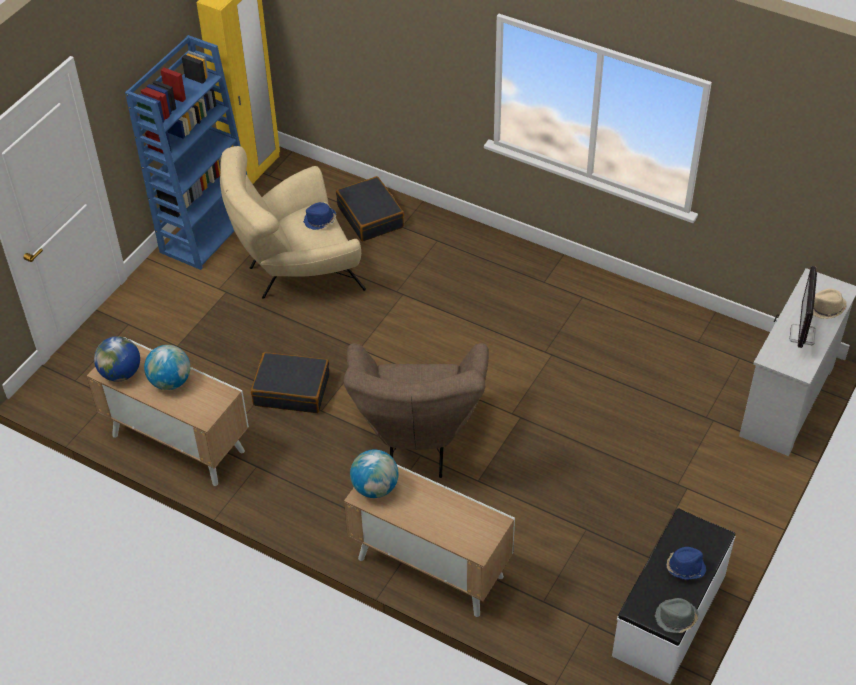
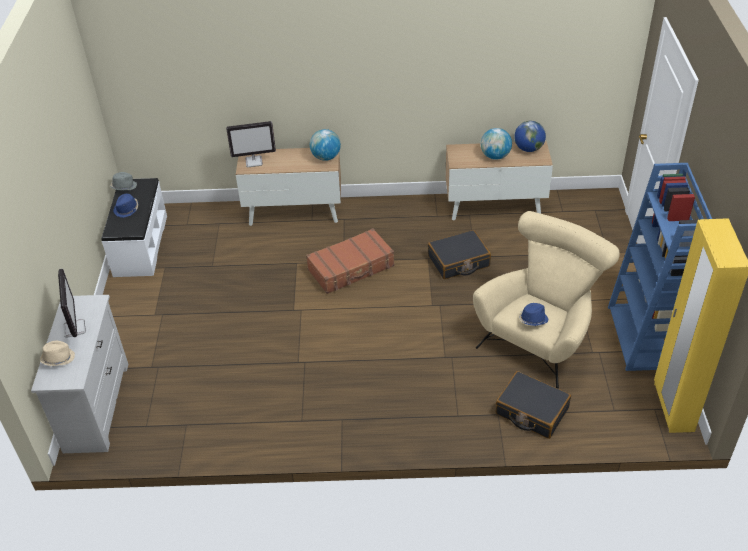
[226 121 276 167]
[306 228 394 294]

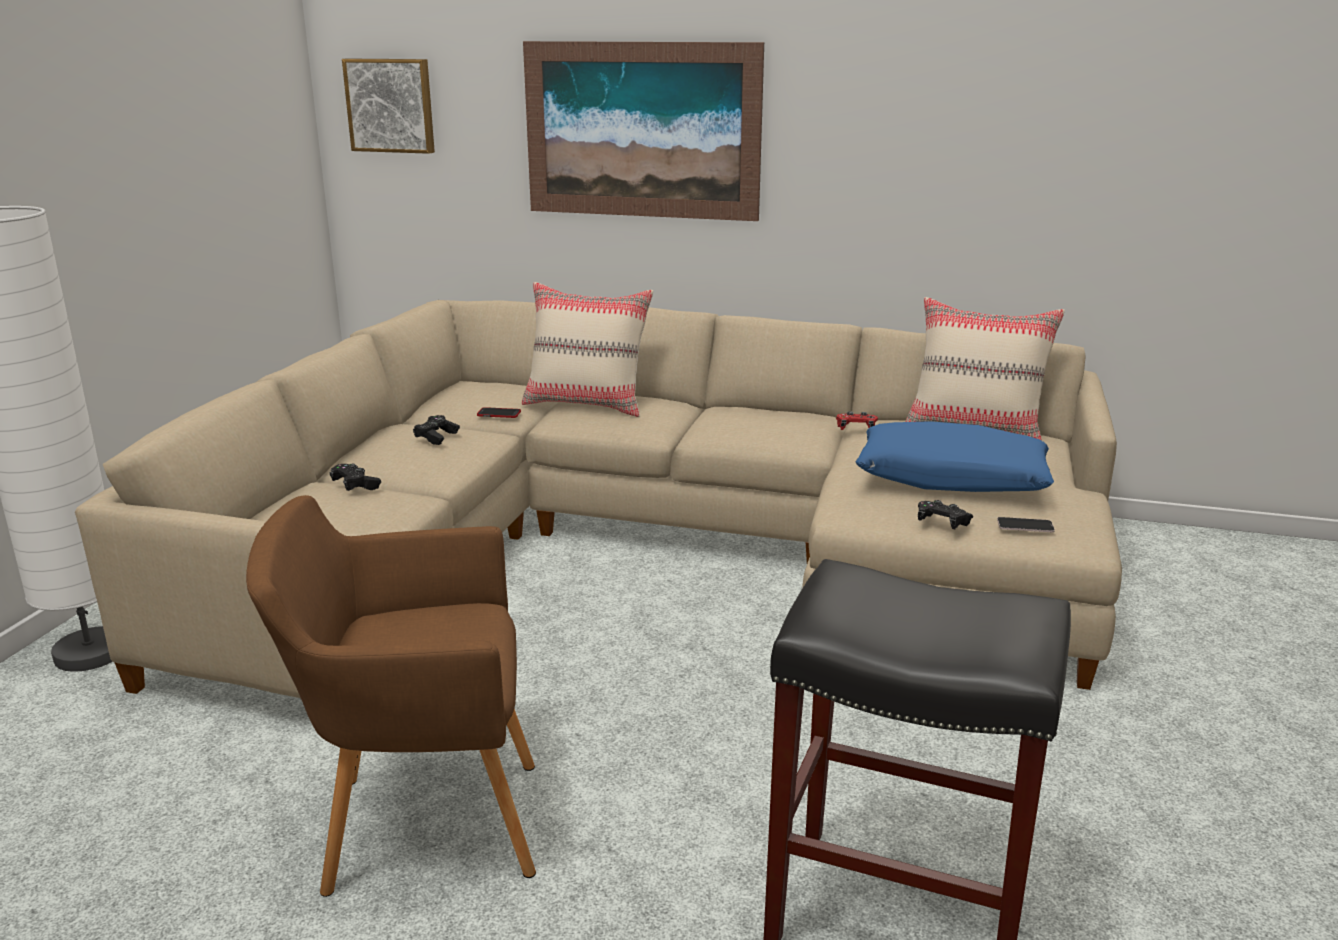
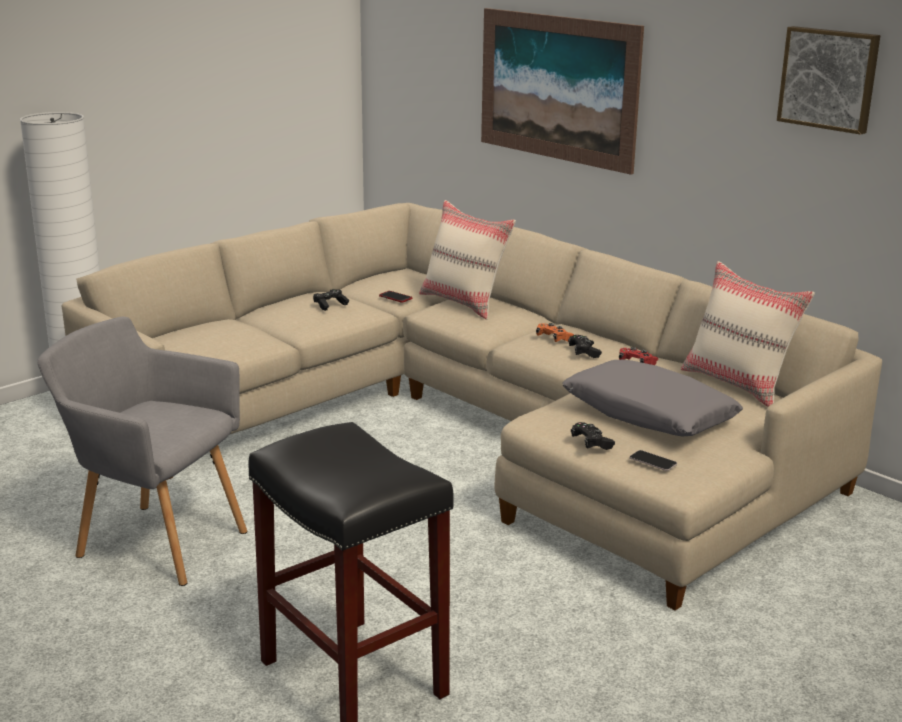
[536 323 574 342]
[568 335 602 358]
[777 26 881 135]
[38 317 247 586]
[563 360 743 437]

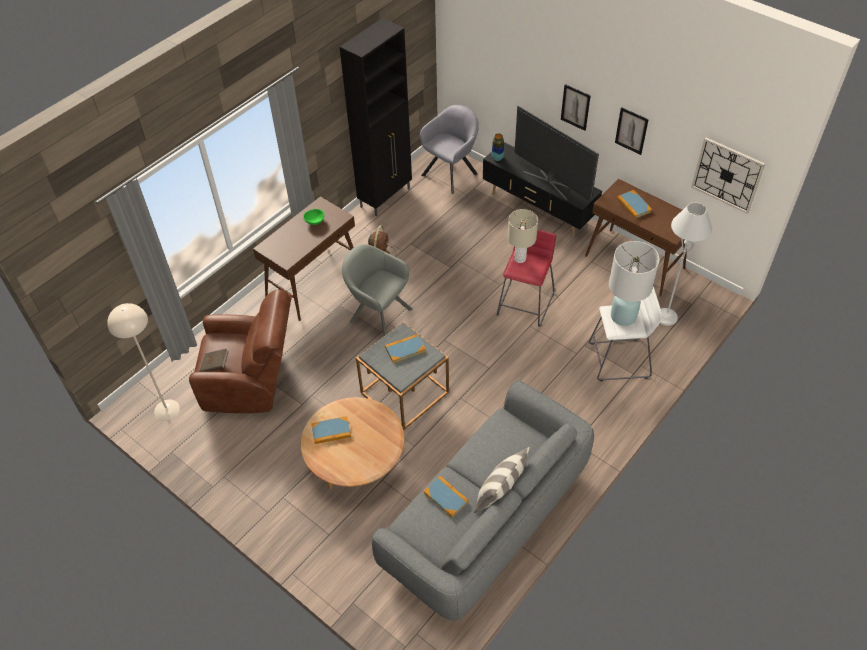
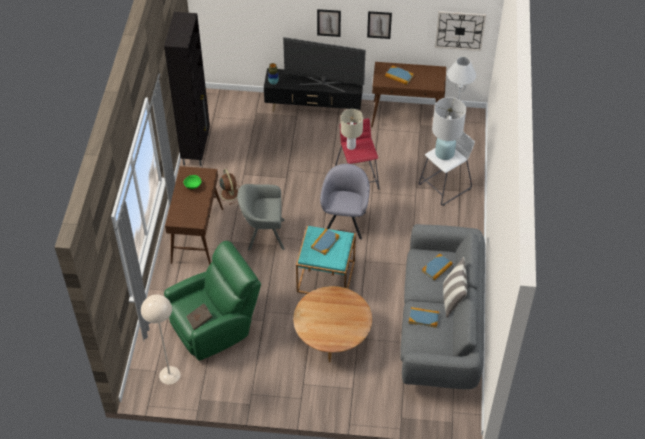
[422 253 452 280]
[320 164 370 240]
[164 241 261 361]
[296 226 356 294]

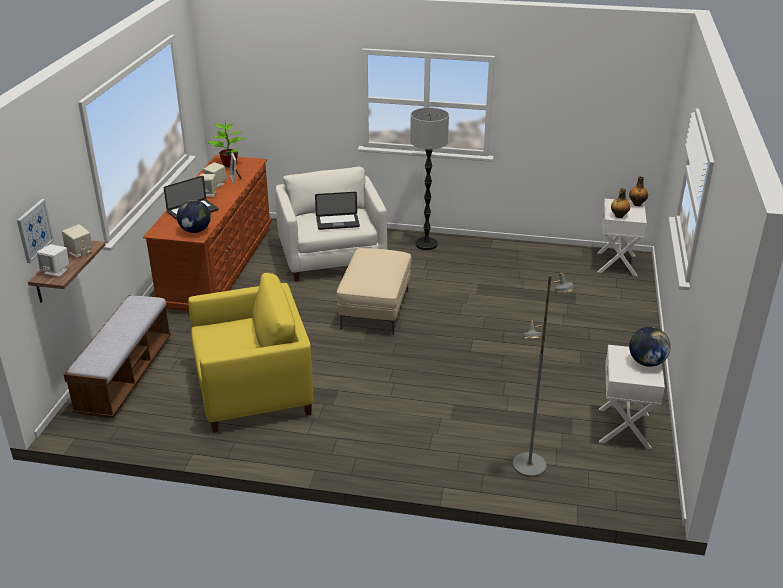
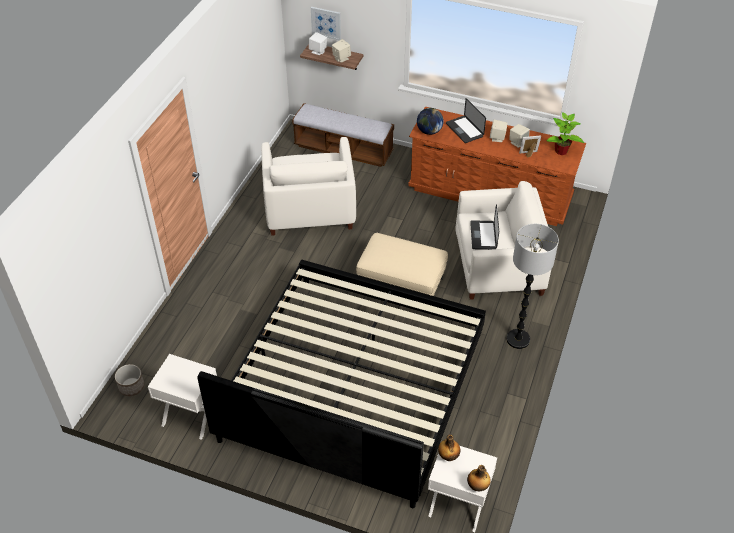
[513 272 575 477] (first image)
[629 327 671 367] (first image)
[115 364 144 396]
[197 260 486 508]
[261 137 356 236]

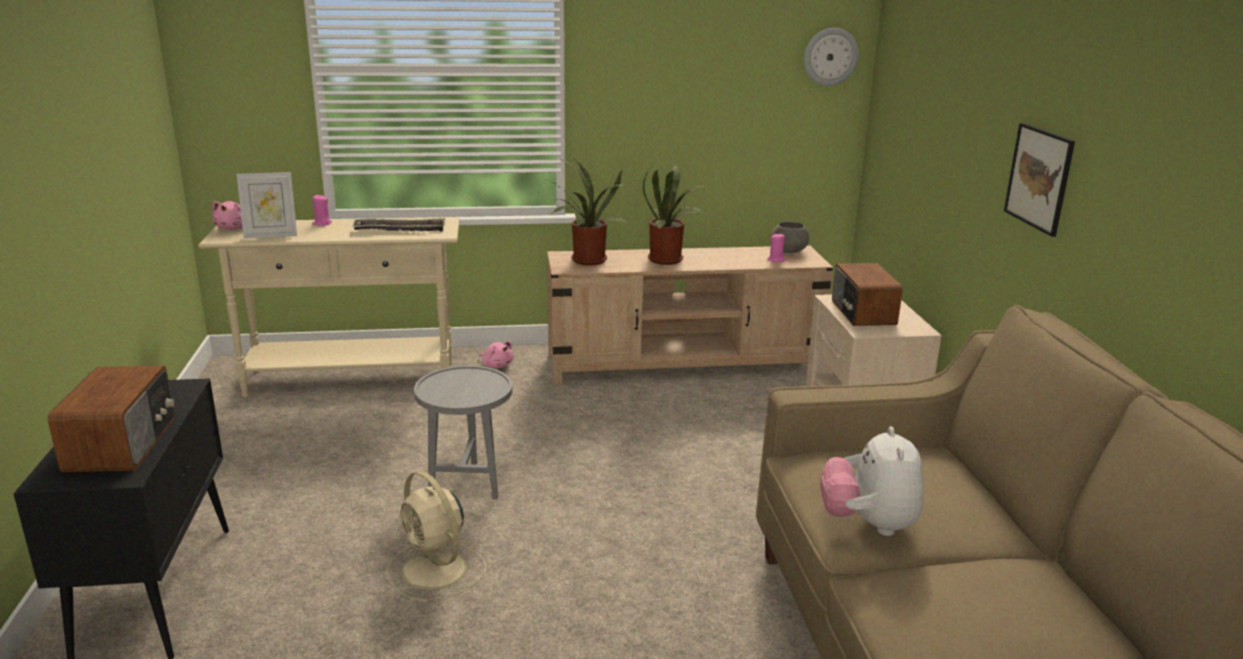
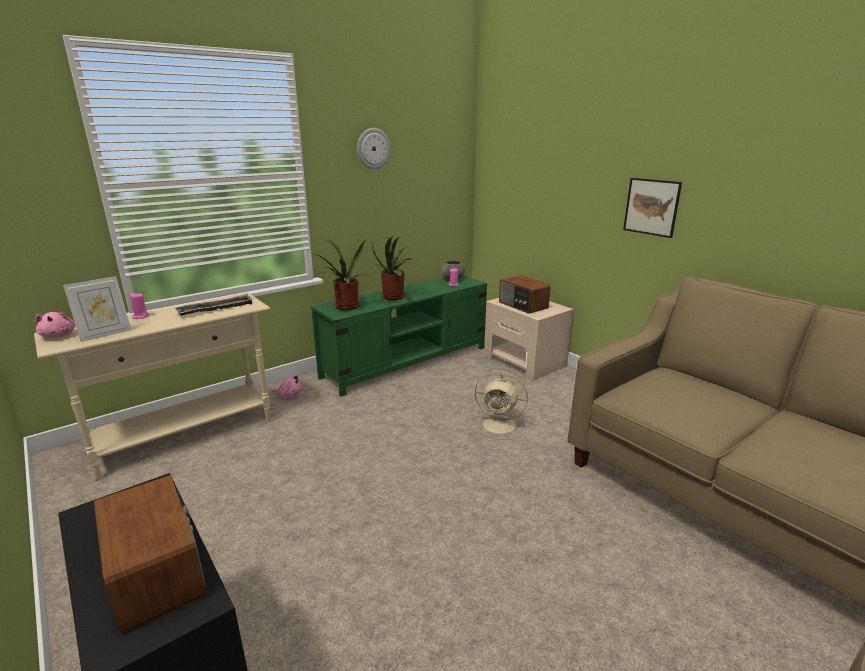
[414 366 513 499] (first image)
[820 427 924 536] (first image)
[473 371 528 440]
[357 128 391 169]
[311 275 487 397]

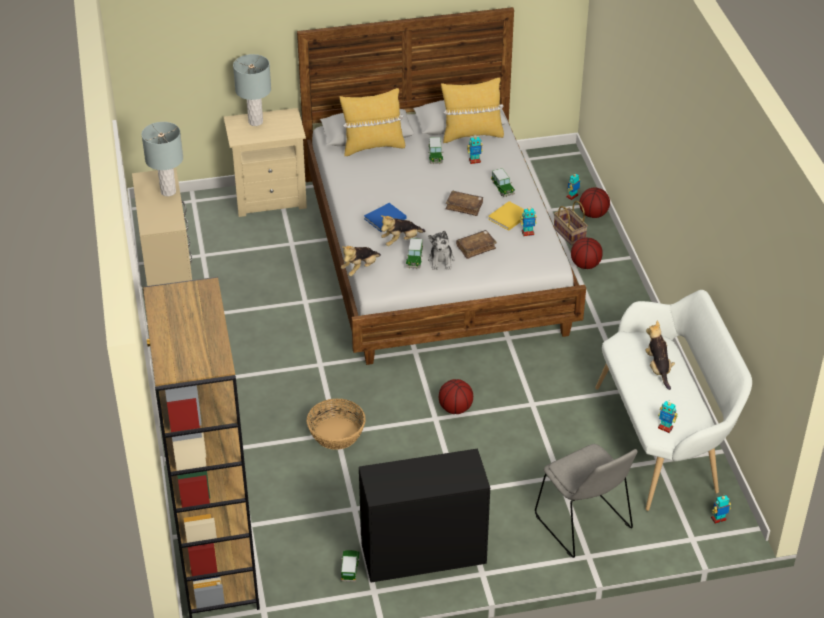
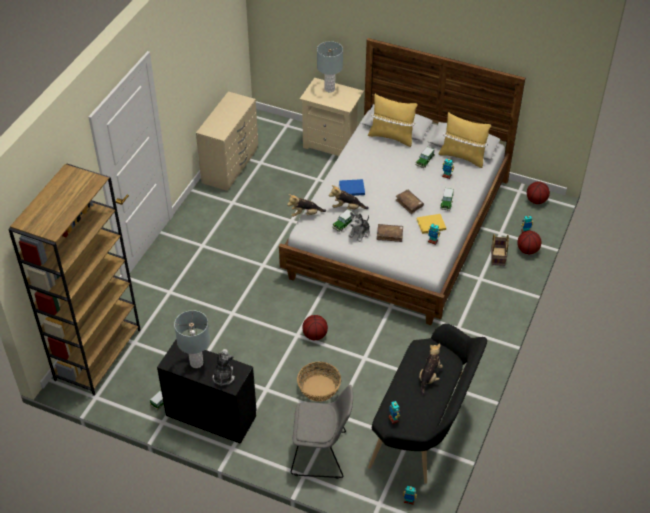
[212 349 235 386]
[174 310 210 368]
[297 362 341 402]
[527 182 550 204]
[368 323 487 484]
[291 385 353 479]

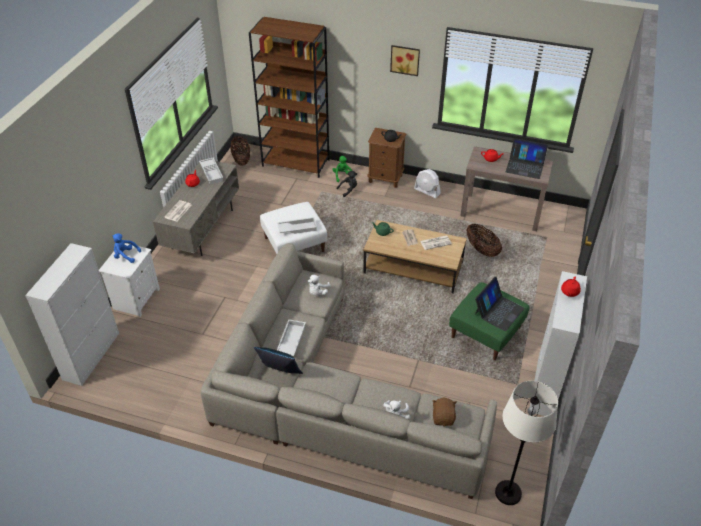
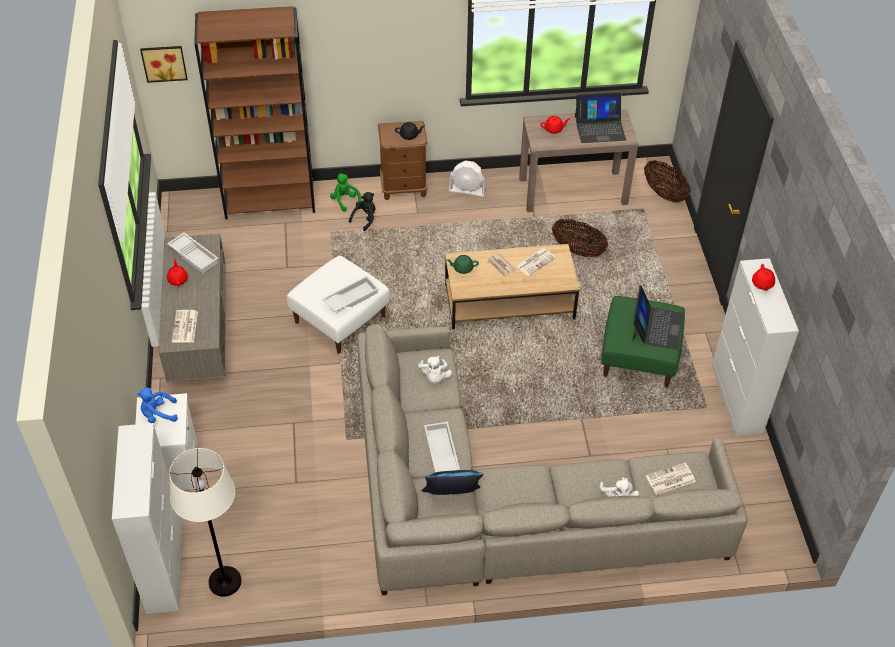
[644 160 690 202]
[140 46 188 83]
[169 448 242 597]
[646 463 696 495]

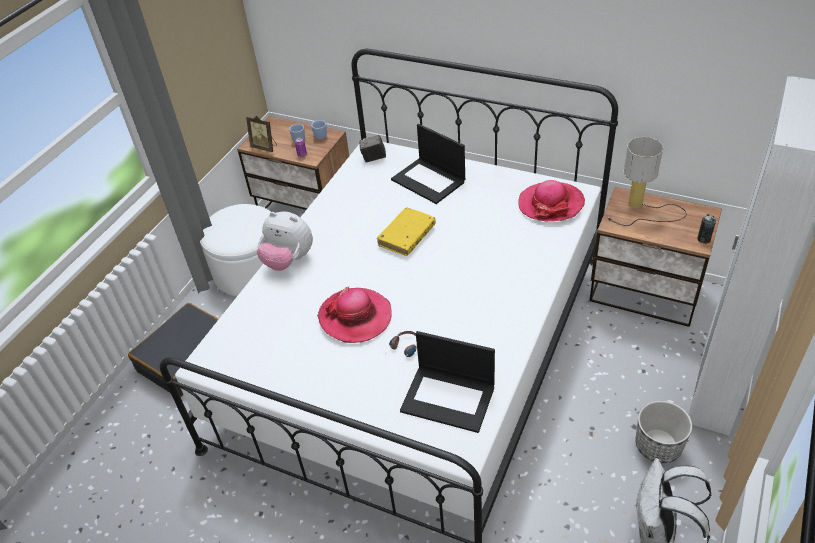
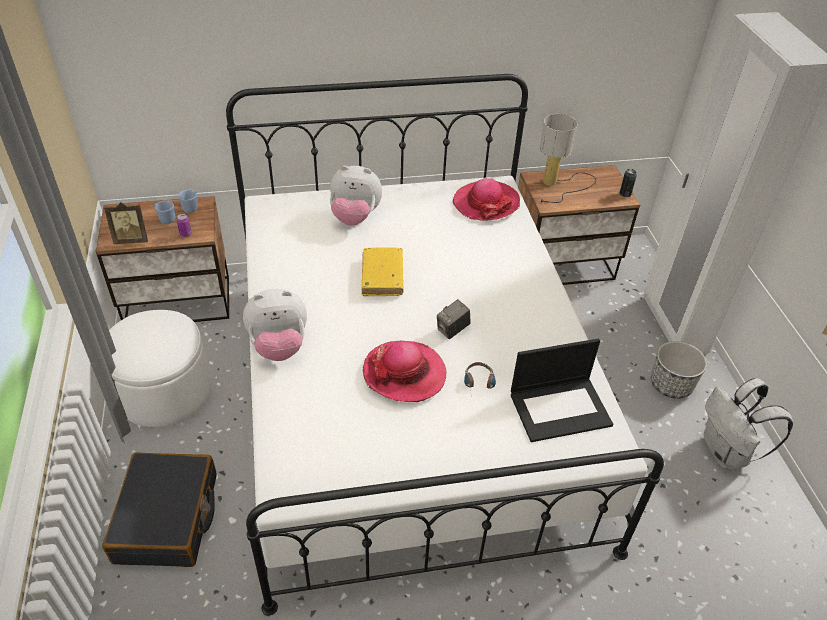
[437 299 471 339]
[330 165 382 225]

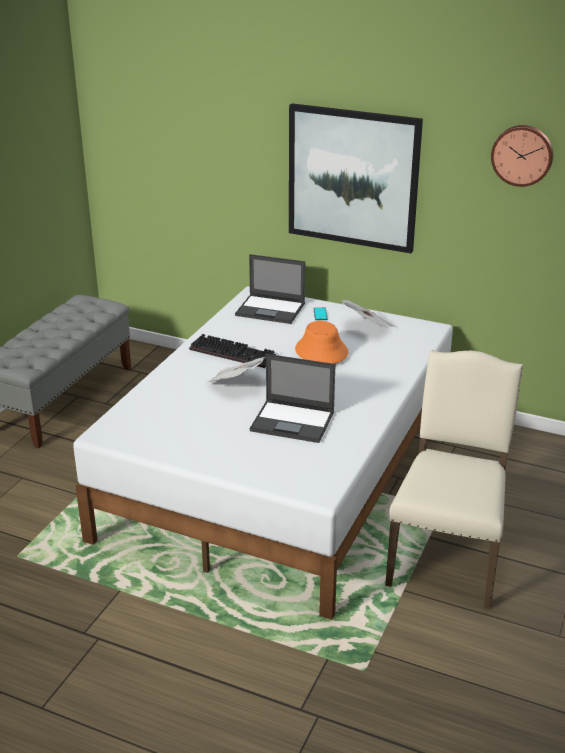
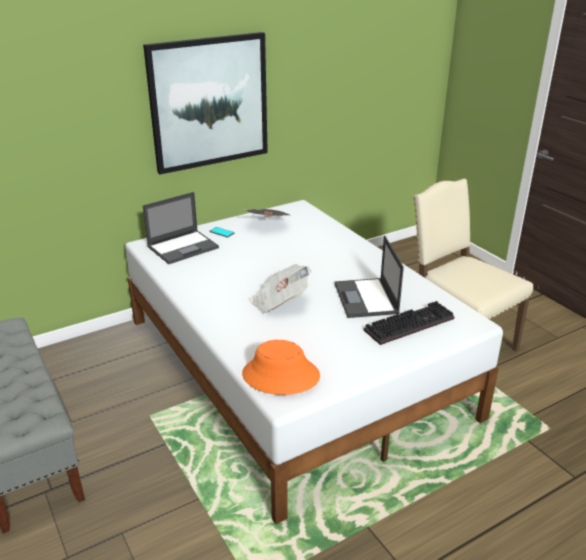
[491 125 553 187] (first image)
[364 301 455 345]
[242 340 320 395]
[335 236 404 318]

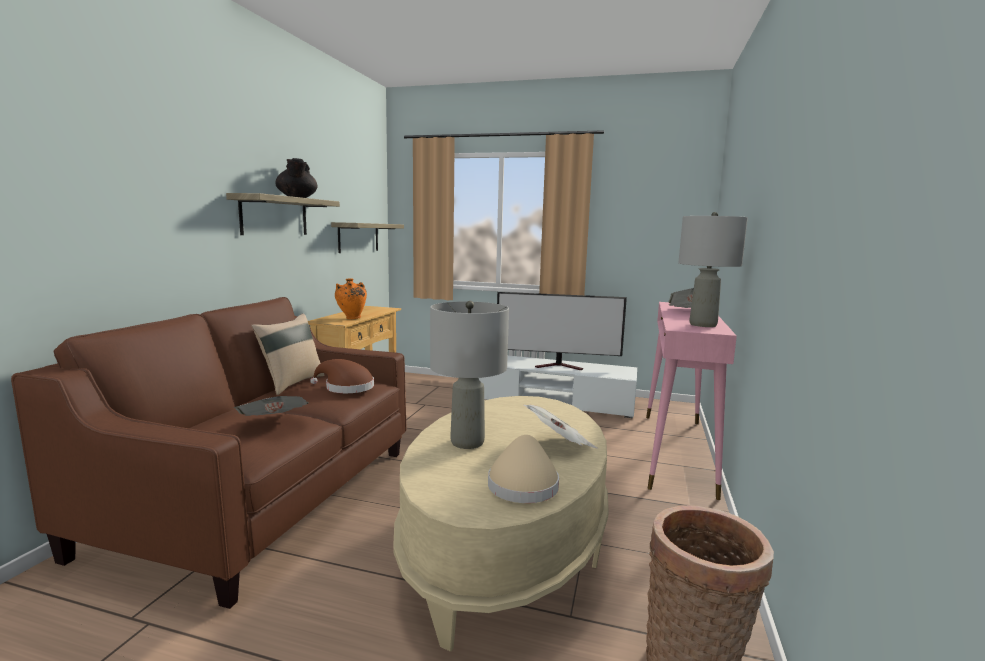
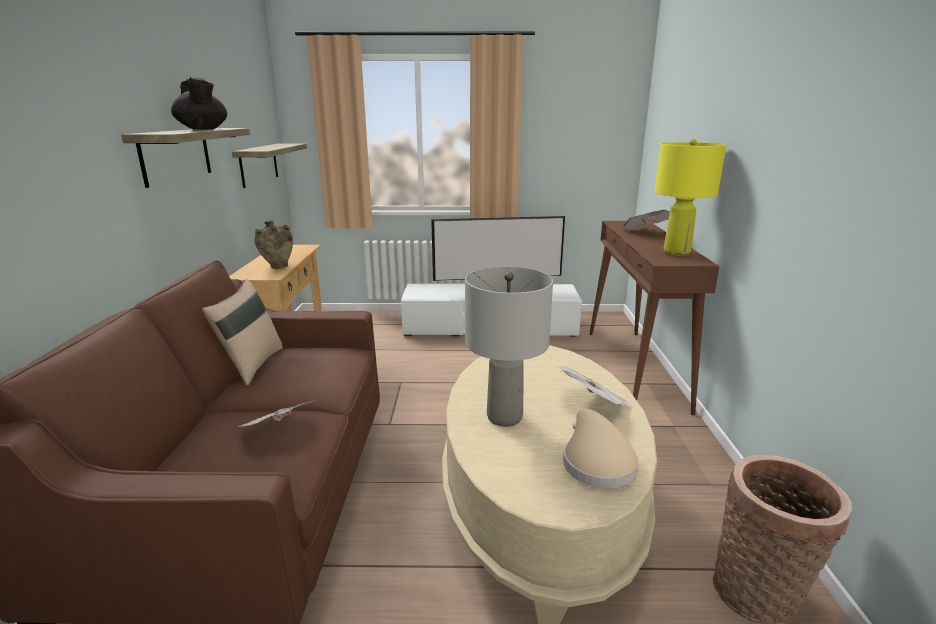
[310 359 374 393] (first image)
[254 220 293 269]
[589 221 720 416]
[655 139 726 256]

